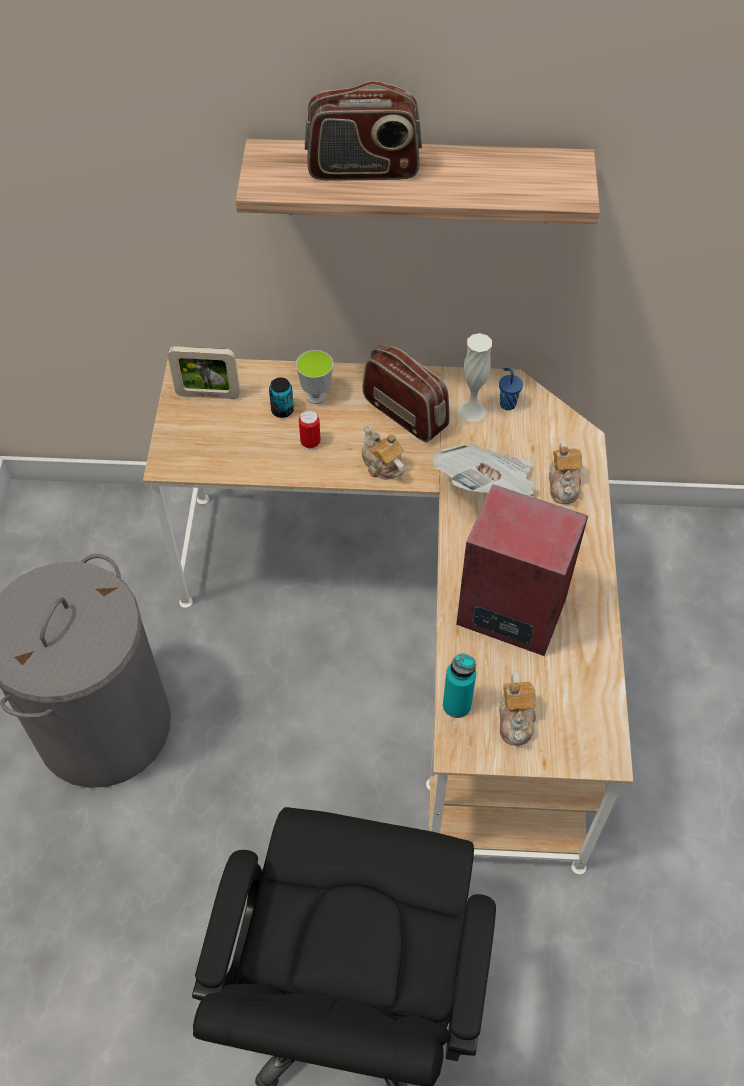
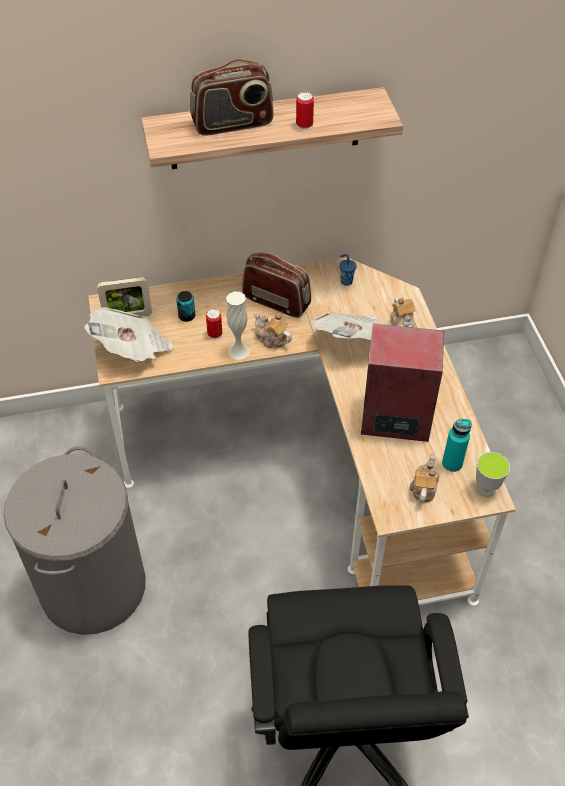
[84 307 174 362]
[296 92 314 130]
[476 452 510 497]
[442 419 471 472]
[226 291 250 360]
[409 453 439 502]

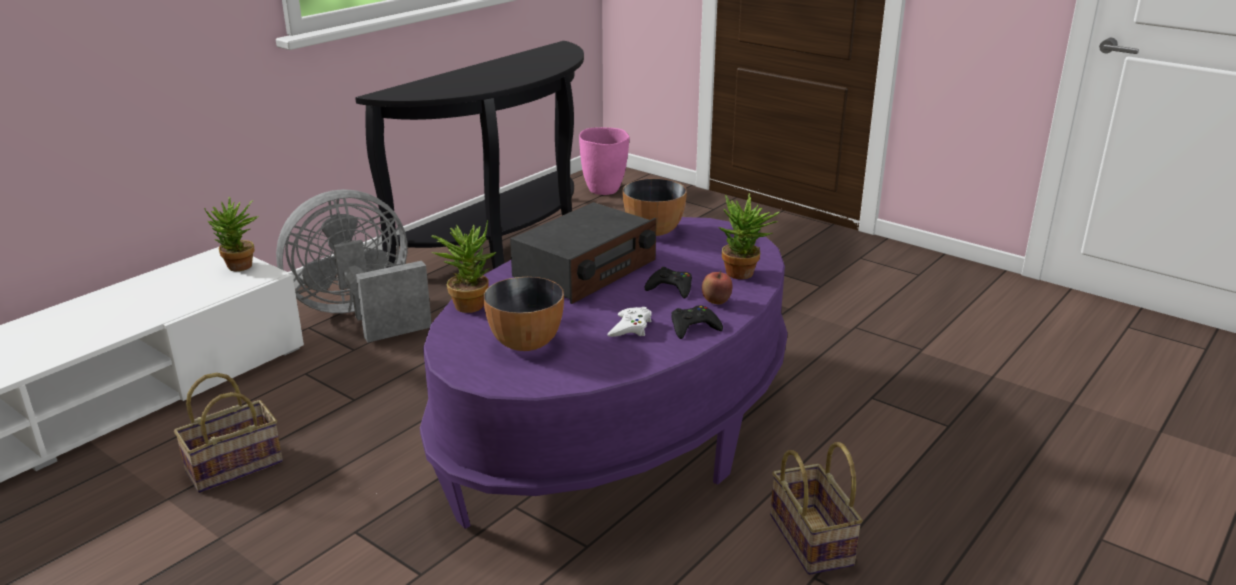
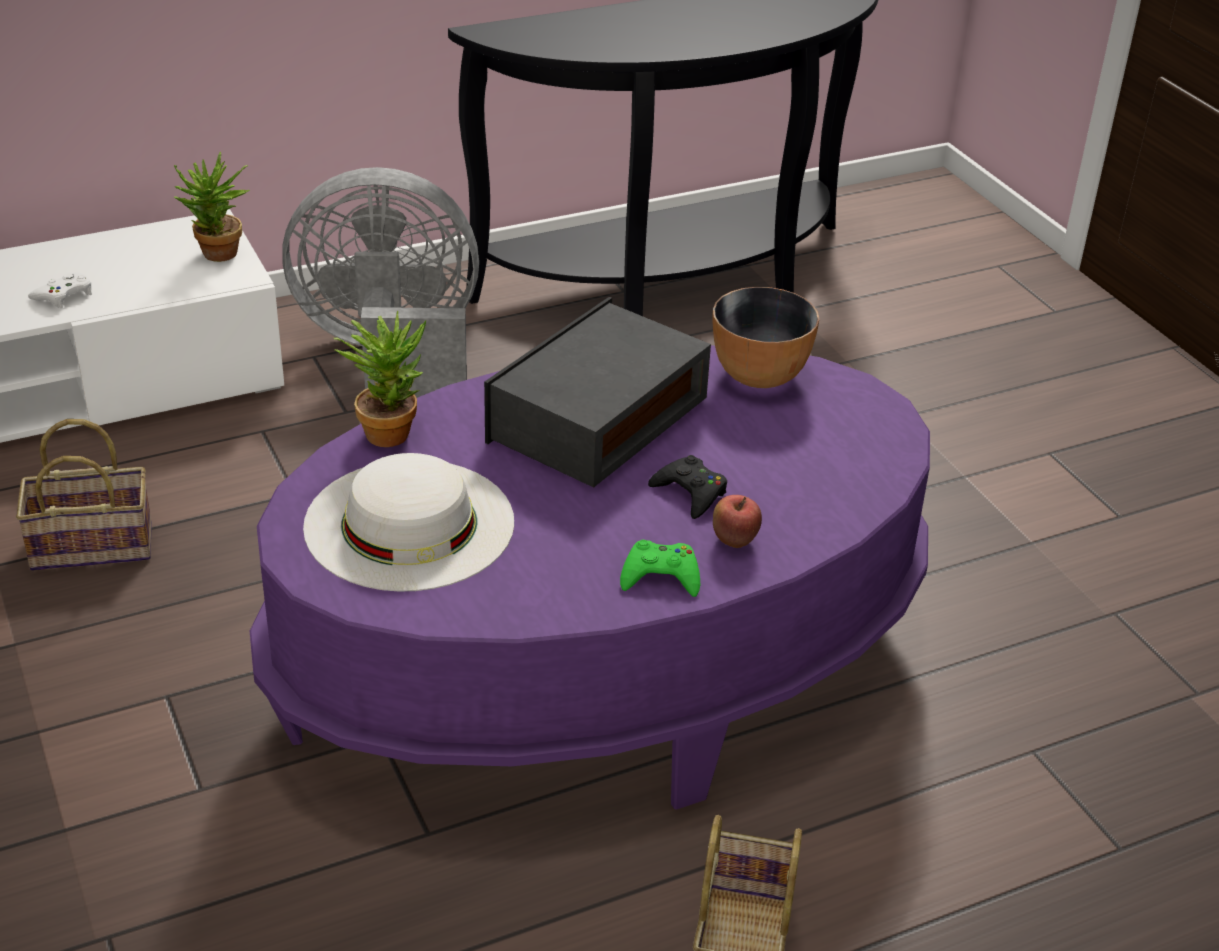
[579 127 629 195] (first image)
[718 193 780 279] (first image)
[28 272 92 308]
[303 453 514 592]
[620 540 700 597]
[484 297 711 488]

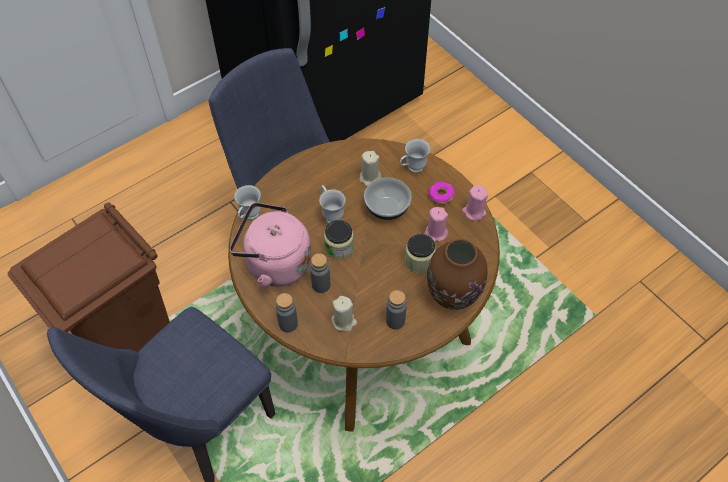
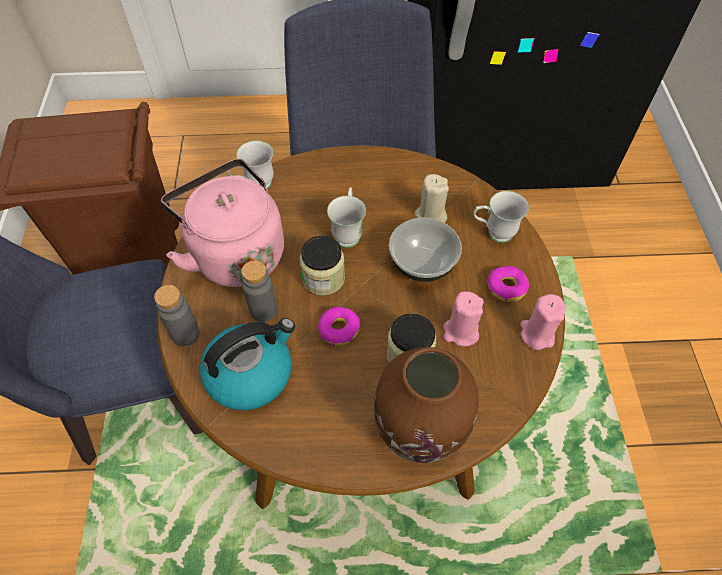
[386 290 407 330] (first image)
[318 307 360 346]
[200 318 295 411]

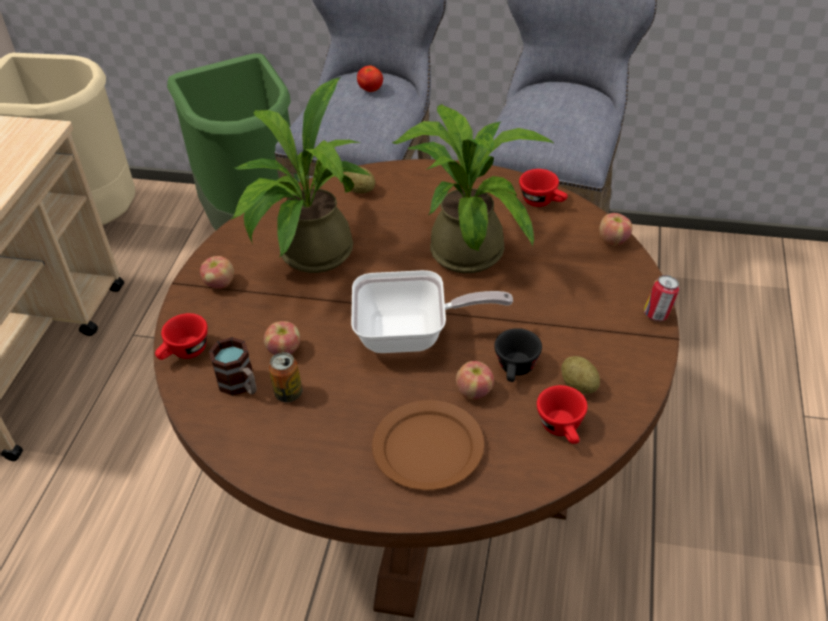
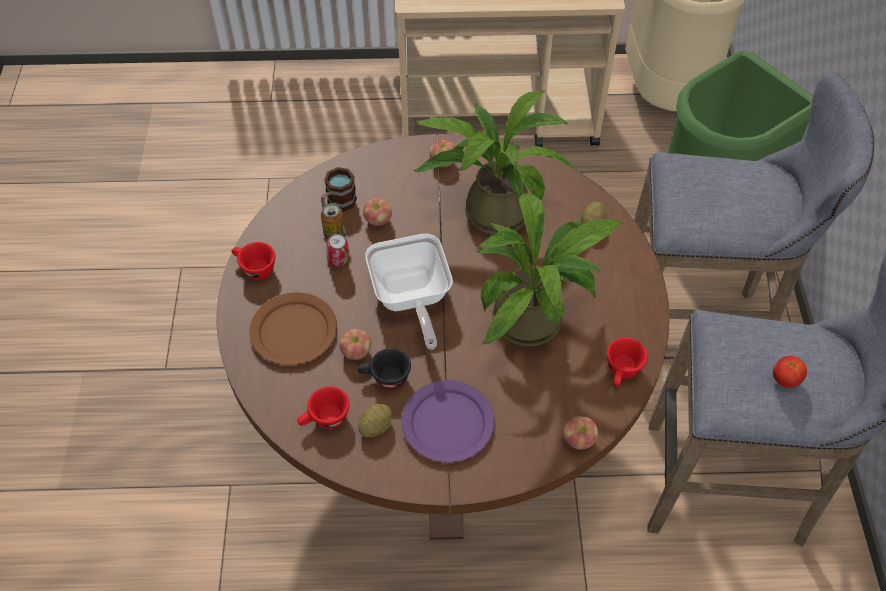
[402 380 495 463]
[232 242 275 280]
[773 356 807 388]
[327 234 348 267]

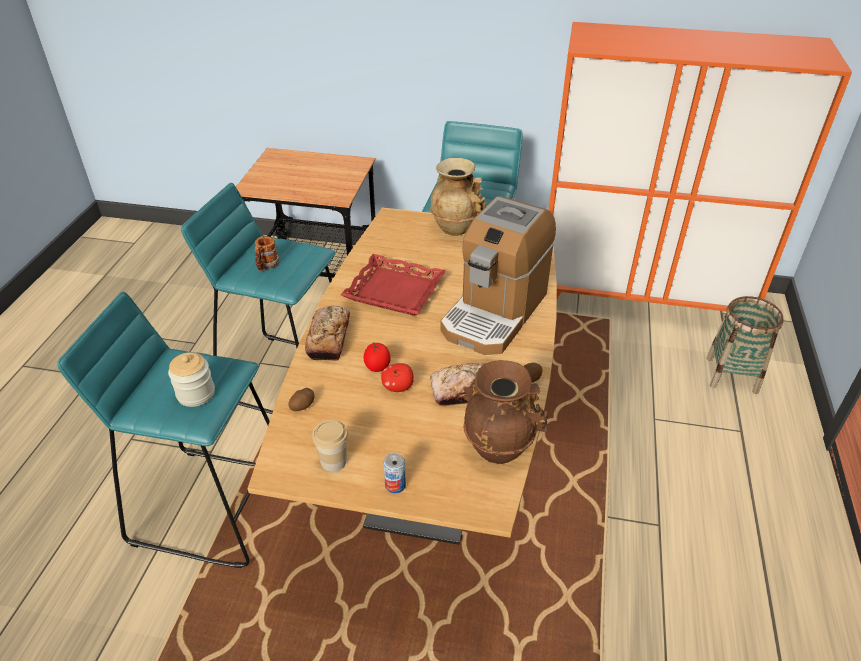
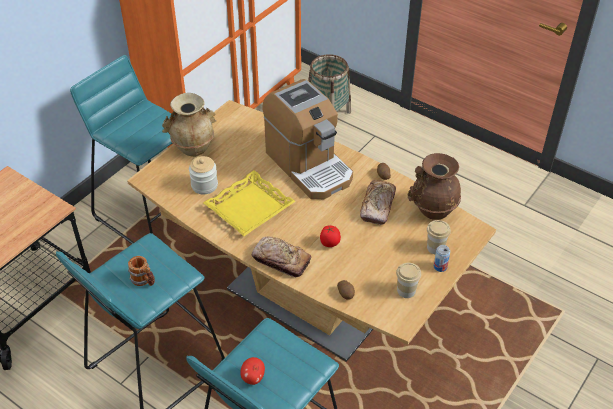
[427 220 451 254]
[189 156 218 195]
[240 357 265 385]
[203 170 296 236]

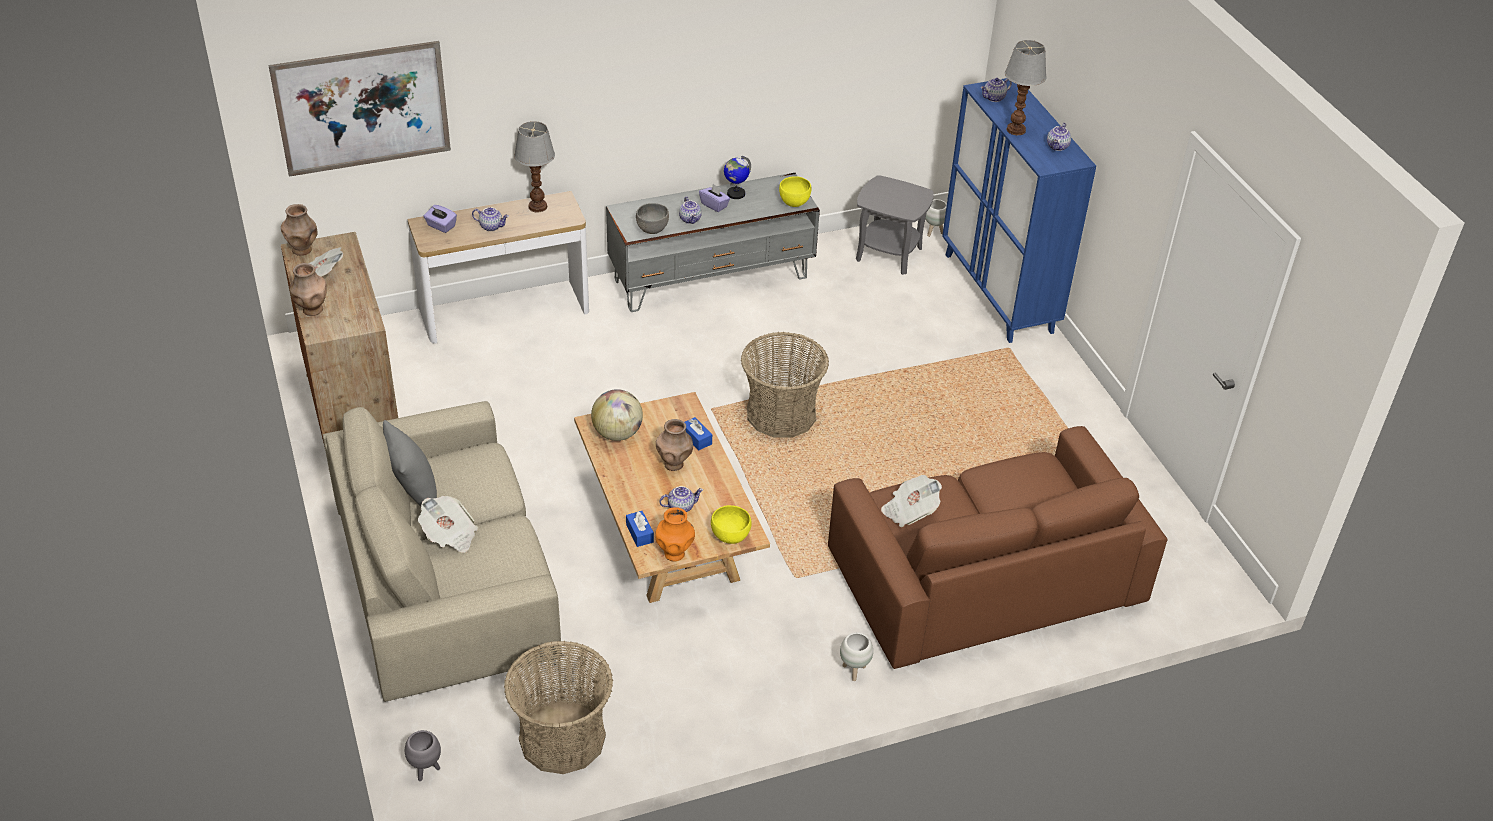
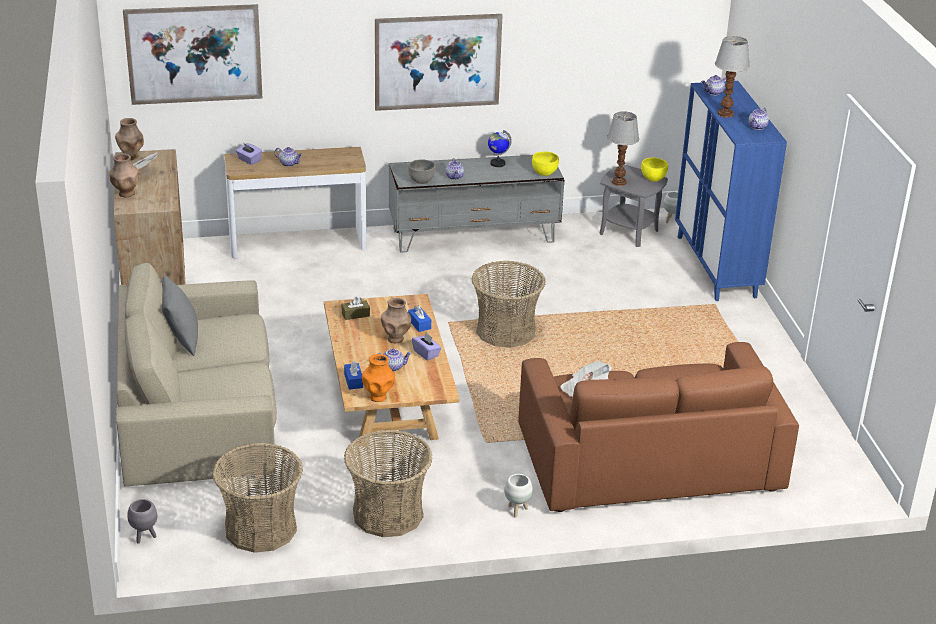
[418 496 478 553] (first image)
[344 430 432 537]
[375 14 503 111]
[607 111 639 186]
[412 333 441 360]
[641 157 668 182]
[342 297 370 320]

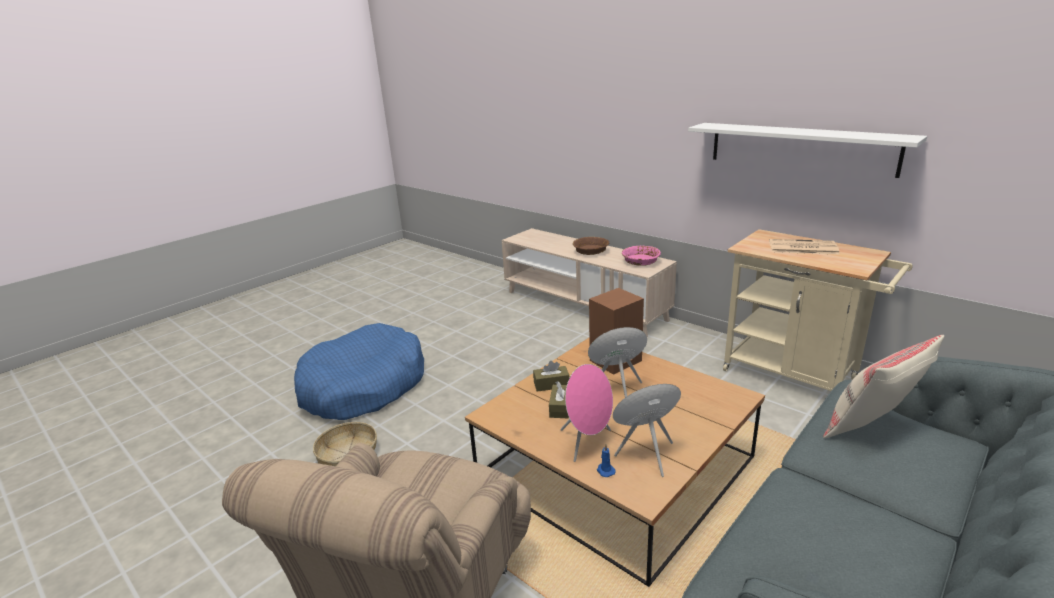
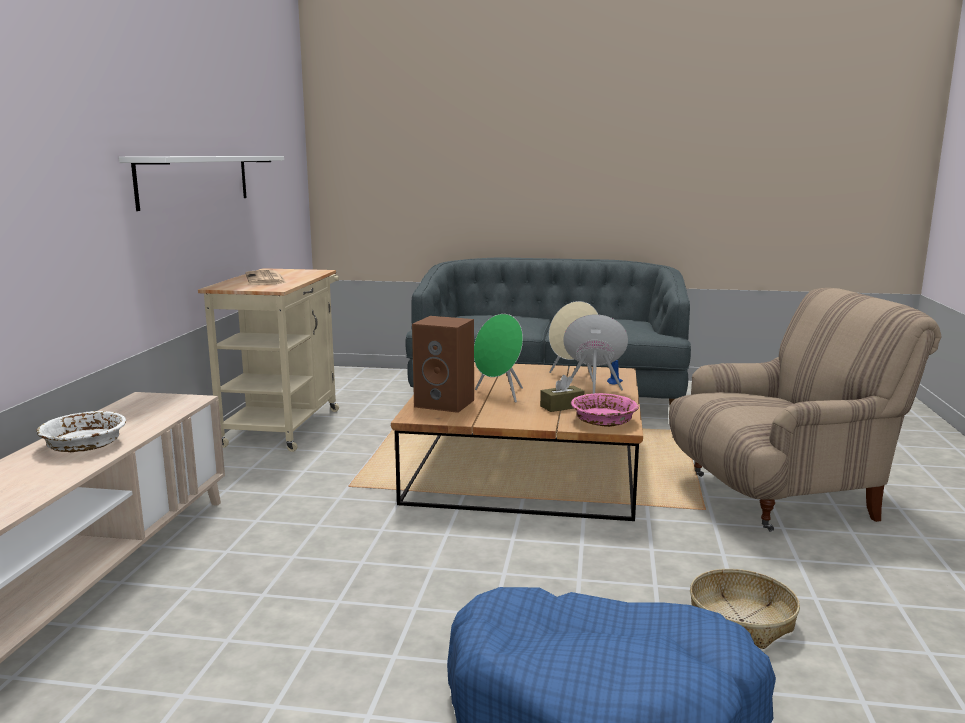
[533 361 569 392] (first image)
[823 335 944 438] (first image)
[571 393 639 427]
[36 411 126 452]

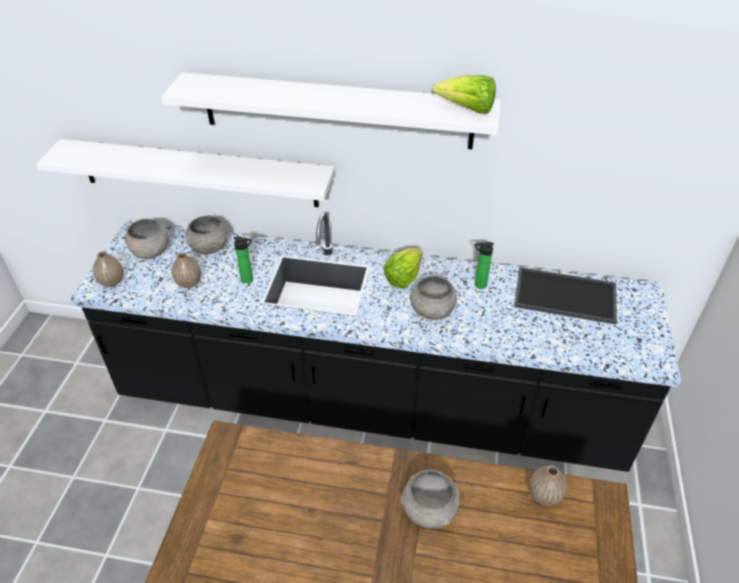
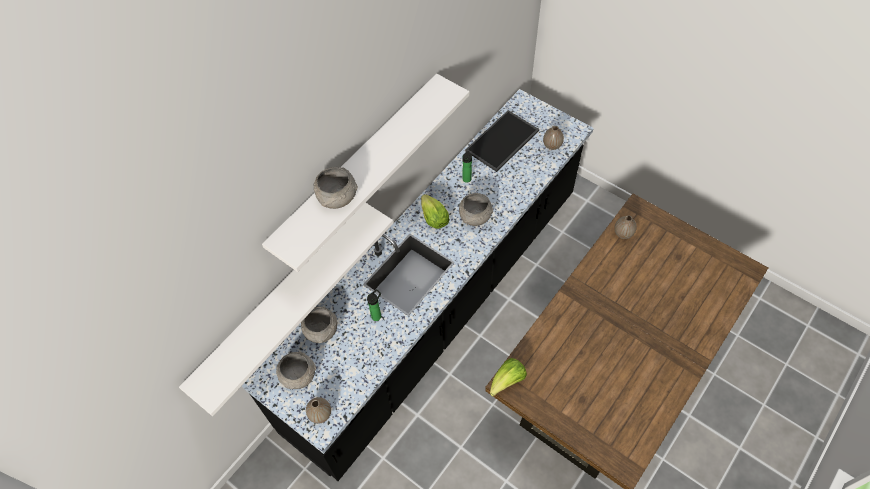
[543 126 564 150]
[314 167 358 209]
[490 358 527 397]

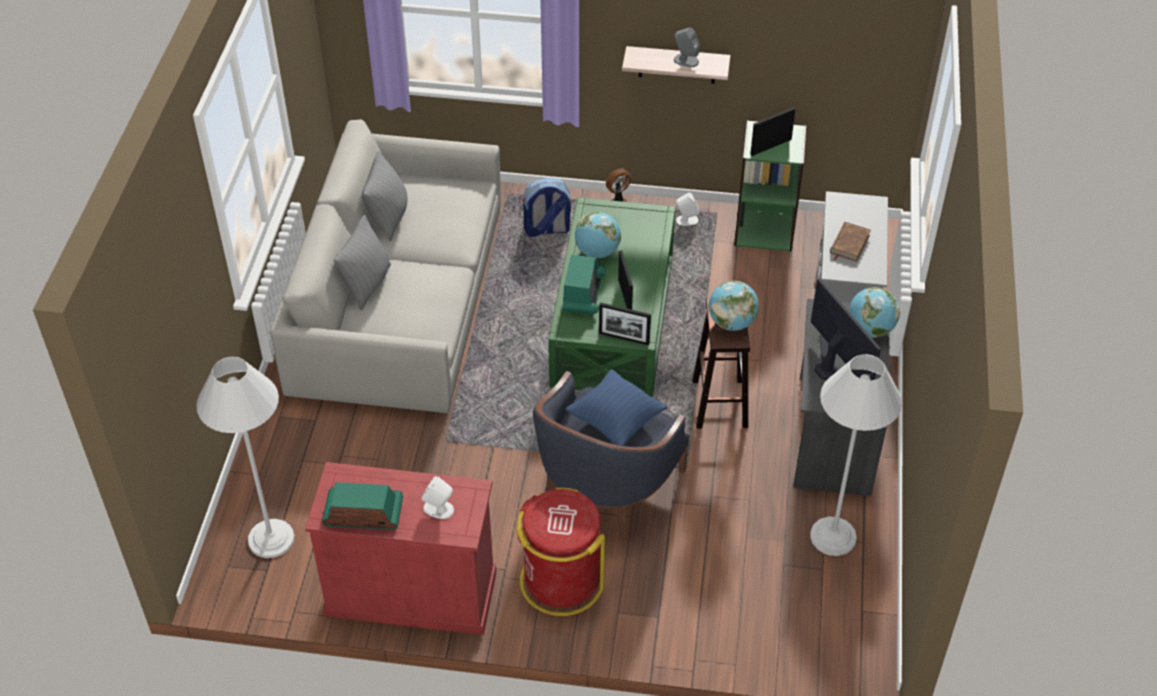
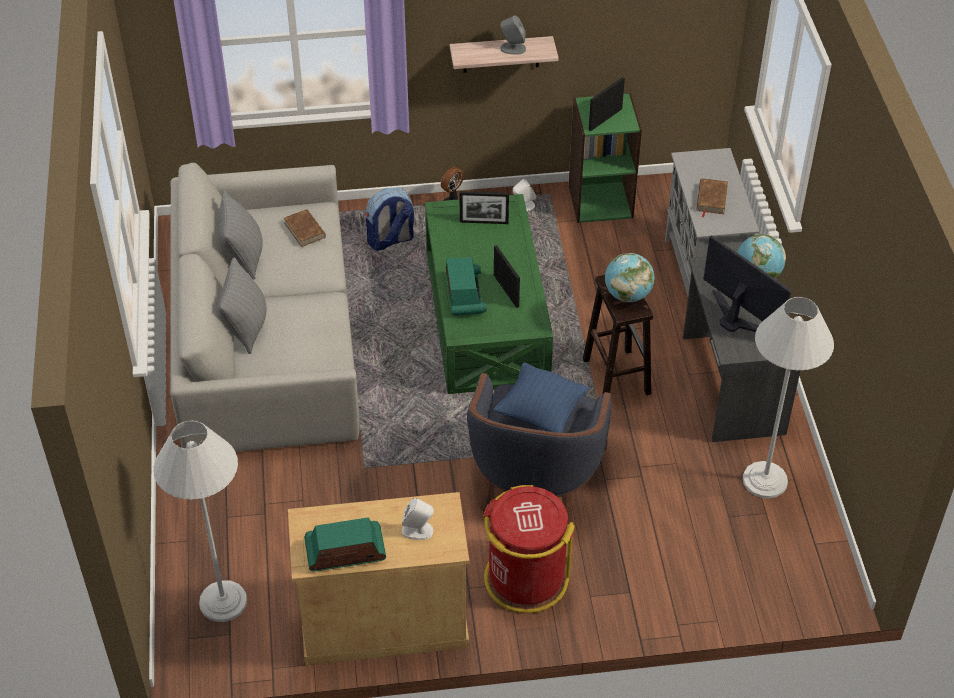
[575 212 621 258] (first image)
[284 209 326 247]
[460 191 509 224]
[288 492 470 665]

